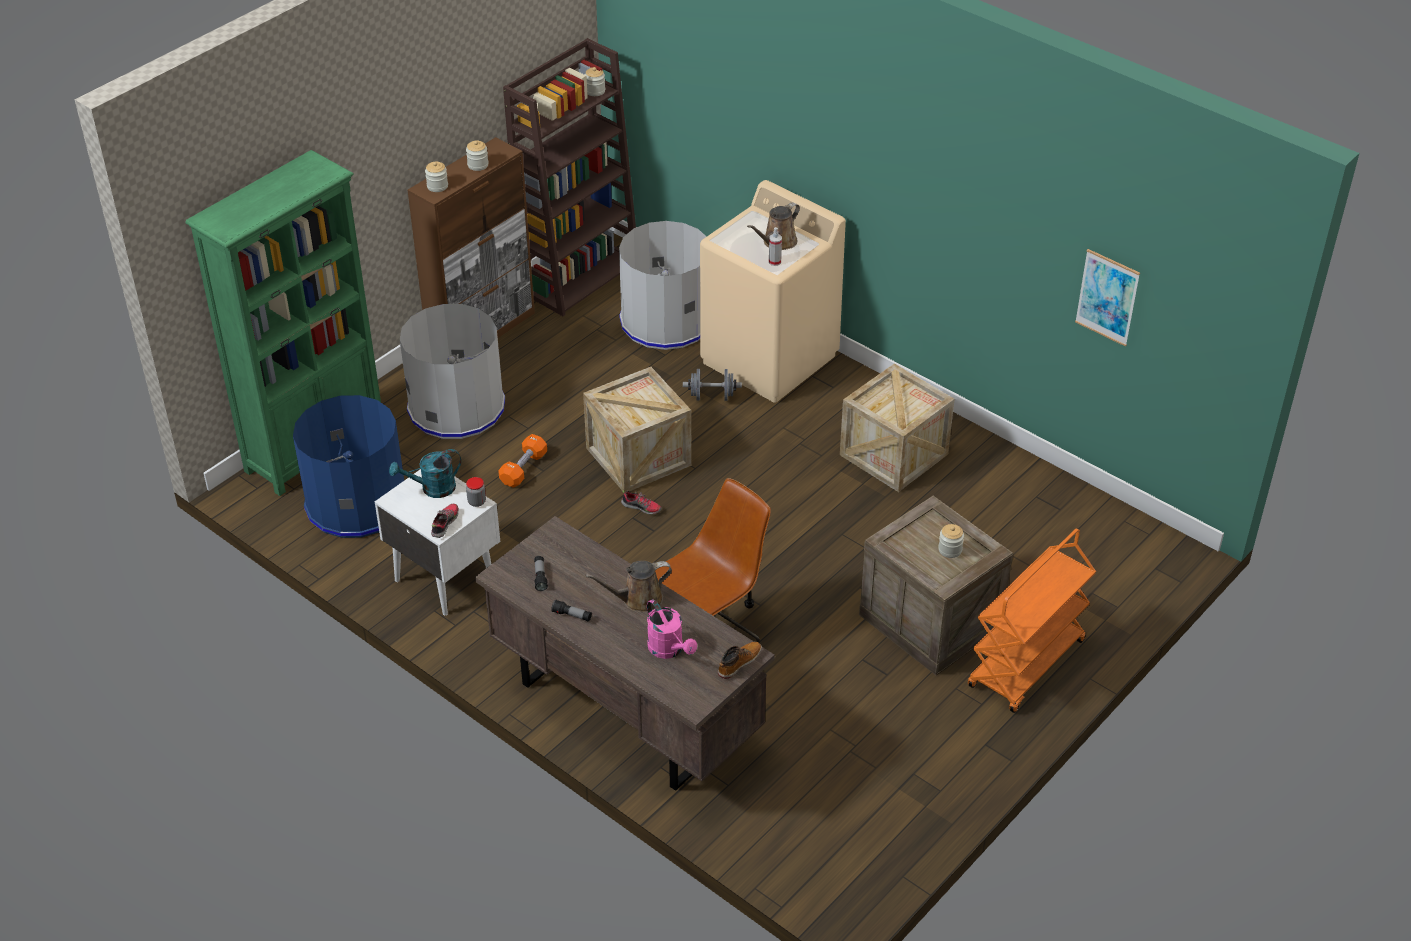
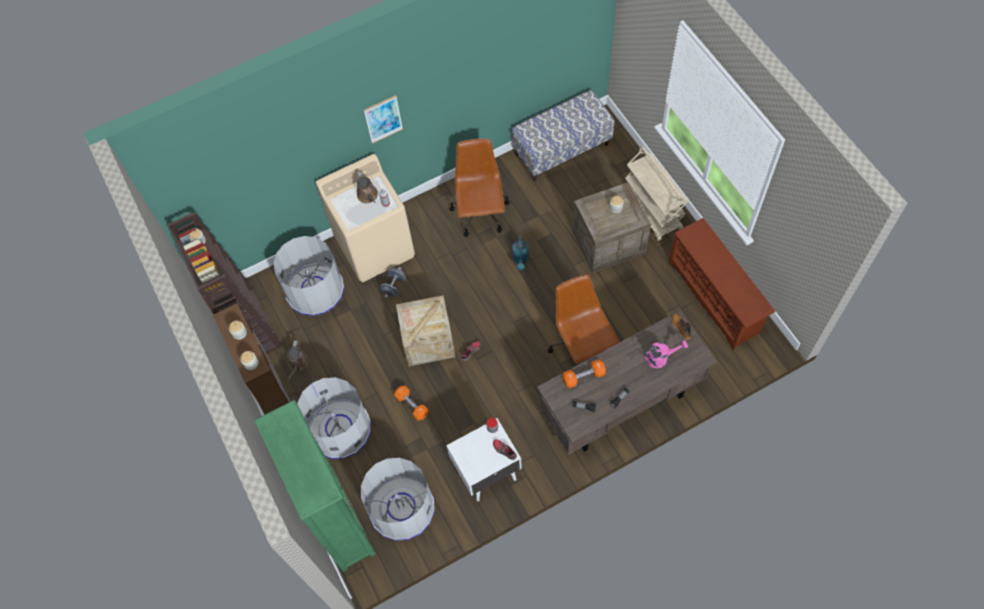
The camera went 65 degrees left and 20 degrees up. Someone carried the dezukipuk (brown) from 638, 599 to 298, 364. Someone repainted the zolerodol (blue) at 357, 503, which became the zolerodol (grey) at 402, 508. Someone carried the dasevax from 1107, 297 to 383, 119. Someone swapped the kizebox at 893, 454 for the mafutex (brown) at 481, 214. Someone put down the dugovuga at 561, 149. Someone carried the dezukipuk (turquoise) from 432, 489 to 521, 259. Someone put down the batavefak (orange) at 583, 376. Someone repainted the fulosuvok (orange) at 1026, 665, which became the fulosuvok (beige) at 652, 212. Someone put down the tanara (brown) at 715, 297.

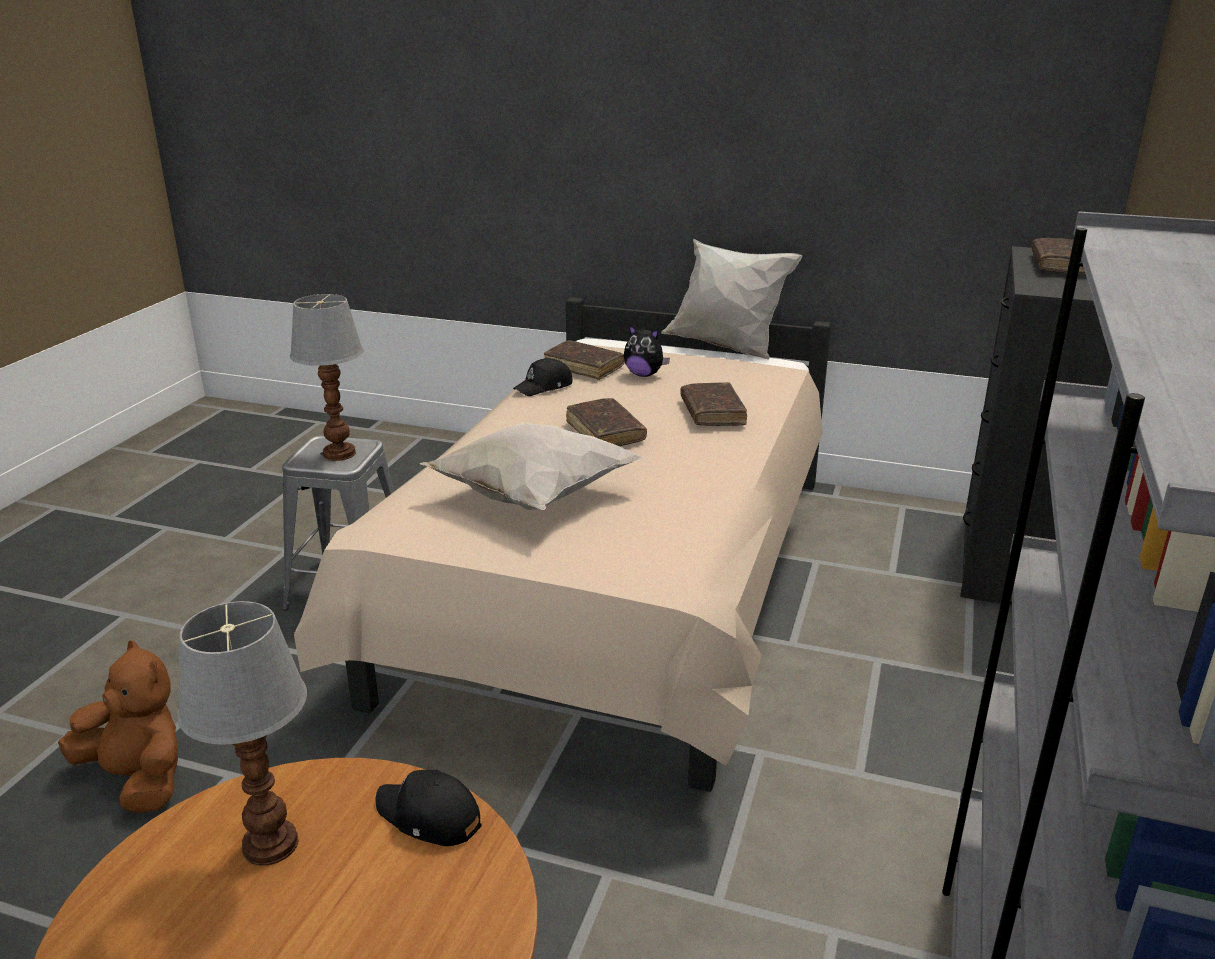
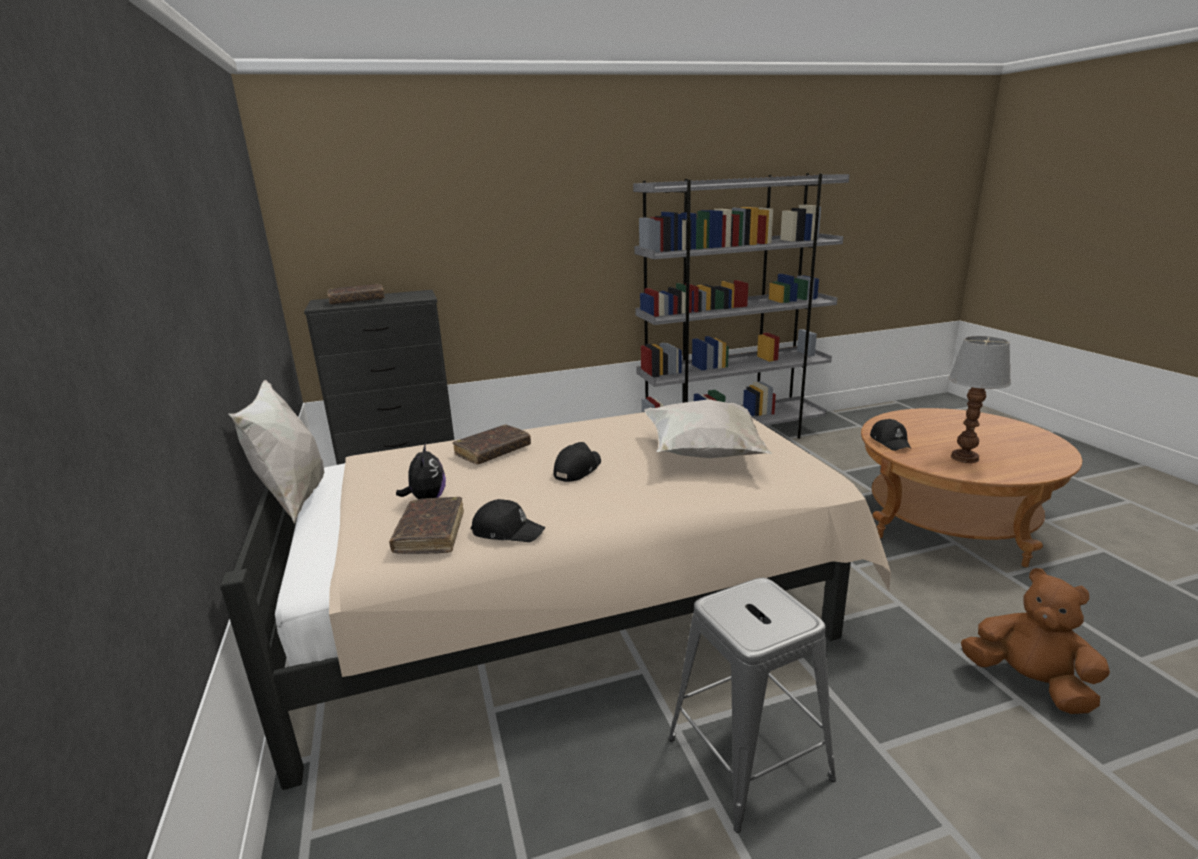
The camera went 125 degrees left and 5 degrees down. Someone swapped the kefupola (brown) at 605, 432 for the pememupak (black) at 577, 469. Someone rotated the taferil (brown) at 139, 779 by 135 degrees clockwise. Someone took away the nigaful at 340, 453.

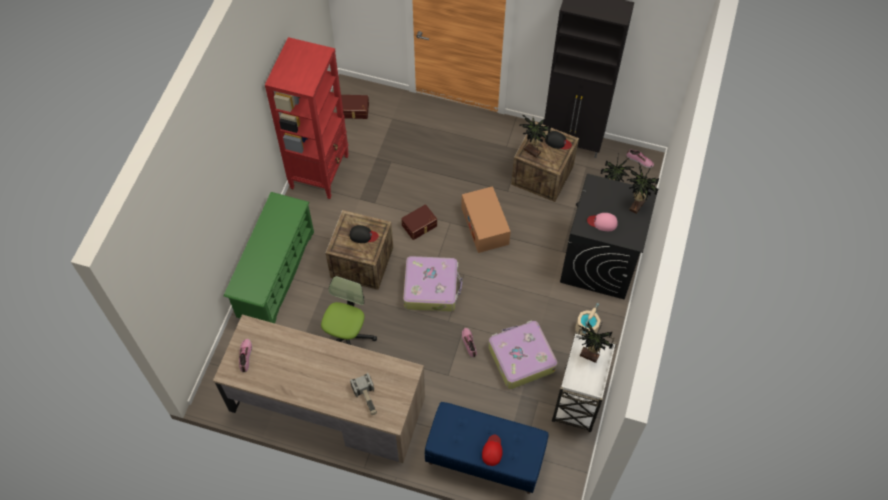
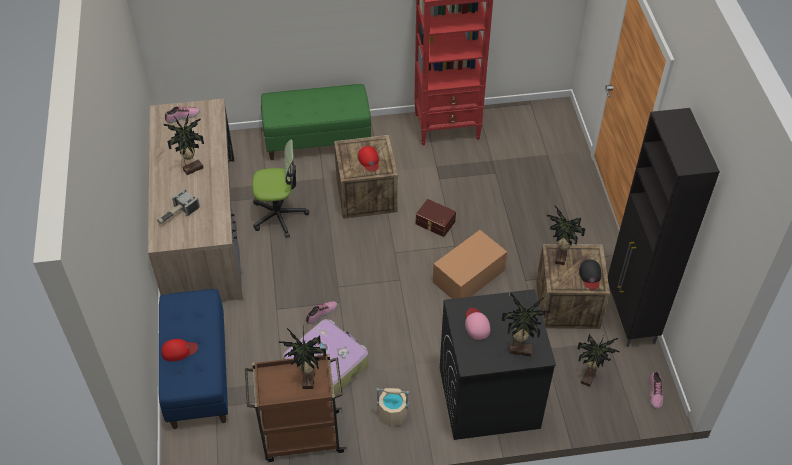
The camera went 65 degrees right and 10 degrees down. Someone put down the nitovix at 192, 168. Someone repainted the fulosuvok (white) at 578, 401, which became the fulosuvok (brown) at 301, 436. Someone swapped the tanara (green) at 275, 274 for the dugovuga (green) at 318, 139. Someone repainted the pememupak (black) at 363, 235, which became the pememupak (red) at 369, 160. Someone took away the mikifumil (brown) at 354, 111. Someone took away the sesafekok at 431, 287.

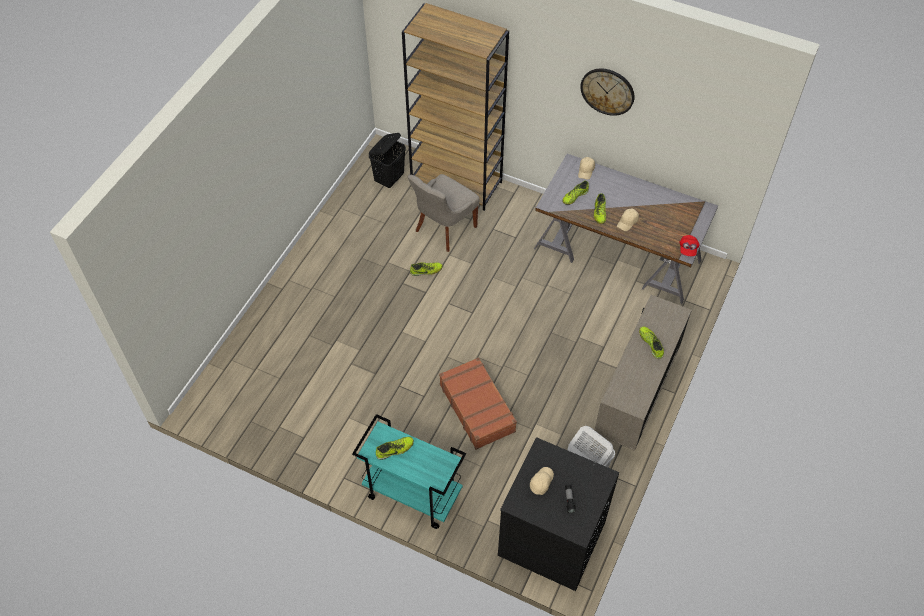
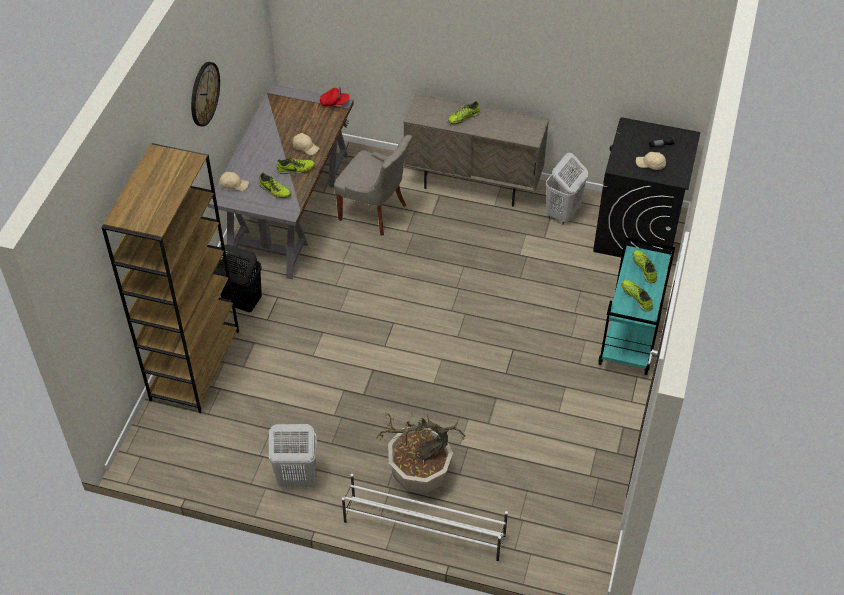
The camera went 100 degrees left and 5 degrees down. Someone carried the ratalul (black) from 389, 179 to 242, 302. Someone put down the ratalul (white) at 296, 478. Someone carried the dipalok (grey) from 444, 229 to 374, 212. Someone put down the tanara (white) at 423, 529. Someone put down the nitovix at 419, 476. Someone carried the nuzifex from 426, 271 to 644, 268. Someone took away the sesafekok (brown) at 477, 407.

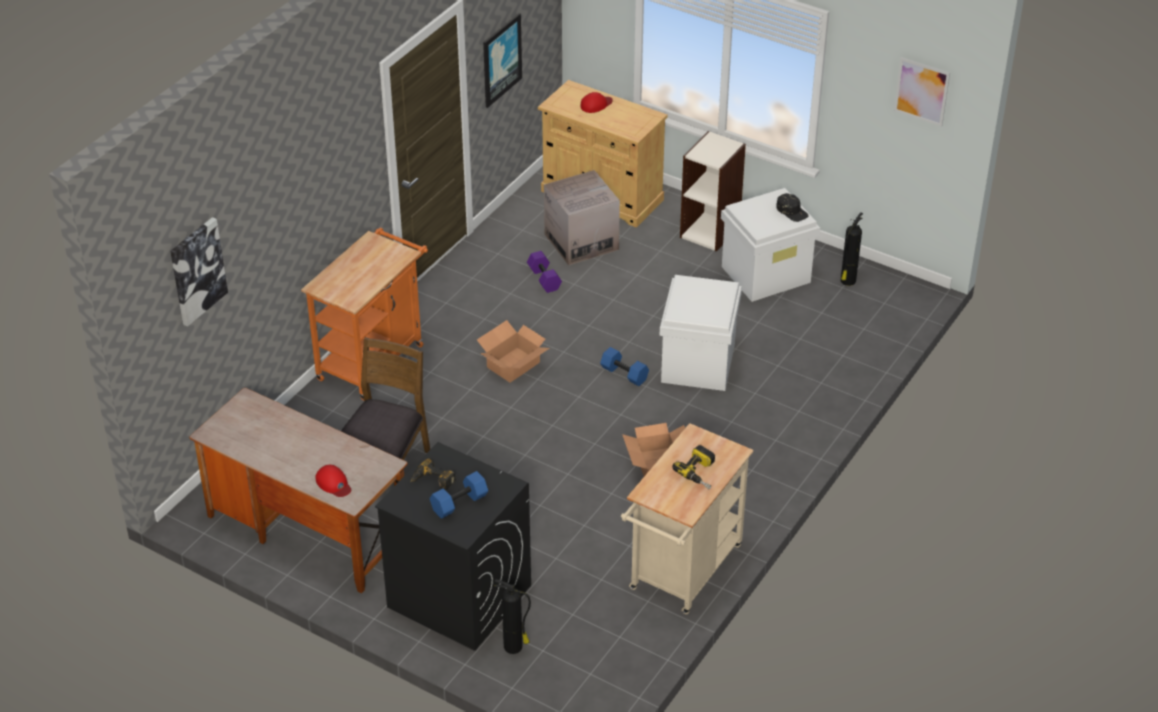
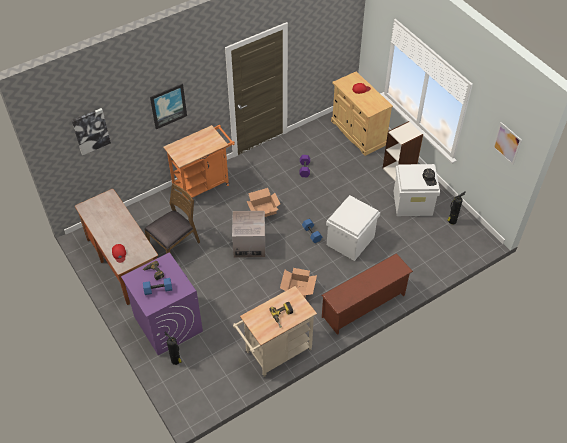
The camera went 25 degrees right and 10 degrees up. Someone repainted the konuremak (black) at 458, 596, which became the konuremak (purple) at 167, 323. Someone carried the dasevax from 501, 59 to 168, 106. Someone carried the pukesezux from 581, 242 to 249, 244. Someone put down the tanara (brown) at 364, 306.

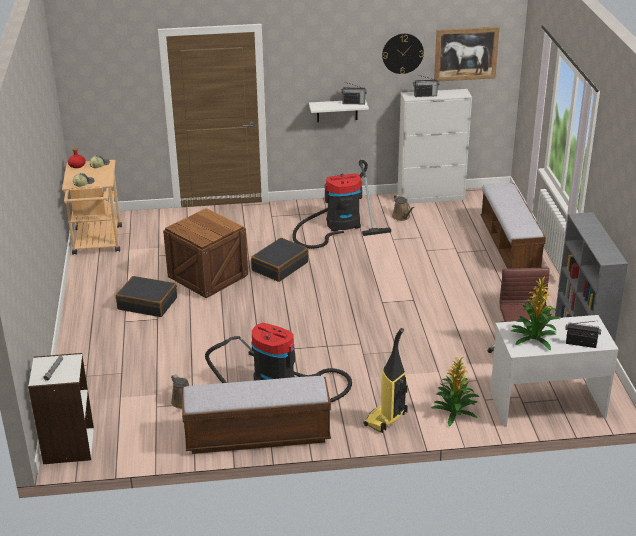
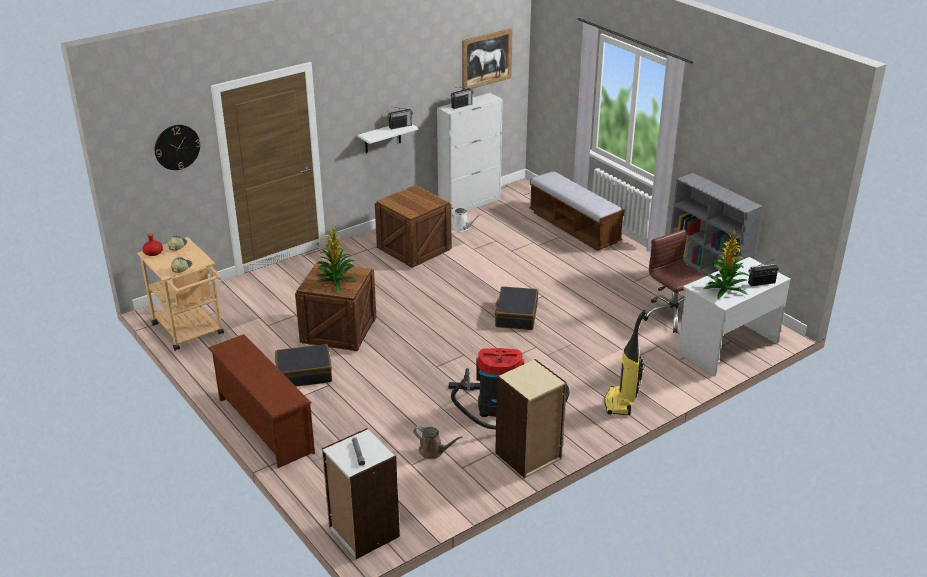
The camera went 30 degrees left and 0 degrees up. Someone carried the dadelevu from 402, 53 to 177, 147. Someone put down the tanara (brown) at 263, 425. Someone carried the nitovix from 455, 412 to 336, 281. Someone swapped the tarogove at 339, 225 for the kizebox at 414, 249. Someone repainted the dezukipuk (brown) at 402, 217, which became the dezukipuk (white) at 462, 227. Someone carried the sesafekok (black) from 279, 266 to 516, 315. Someone swapped the dugovuga at 257, 435 for the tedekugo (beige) at 528, 456.

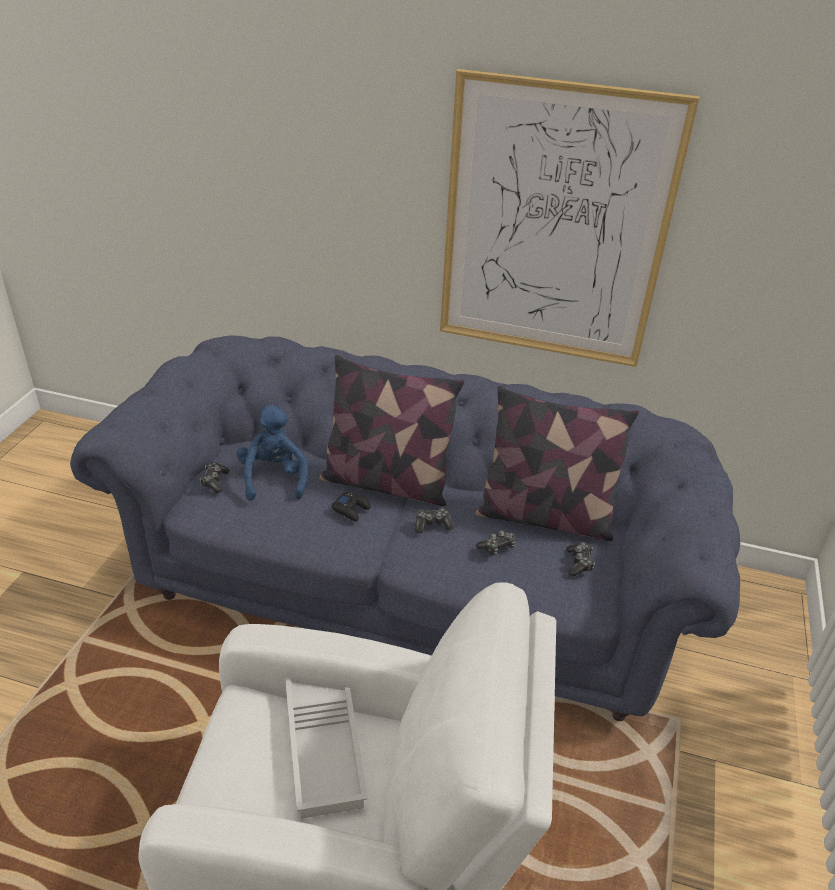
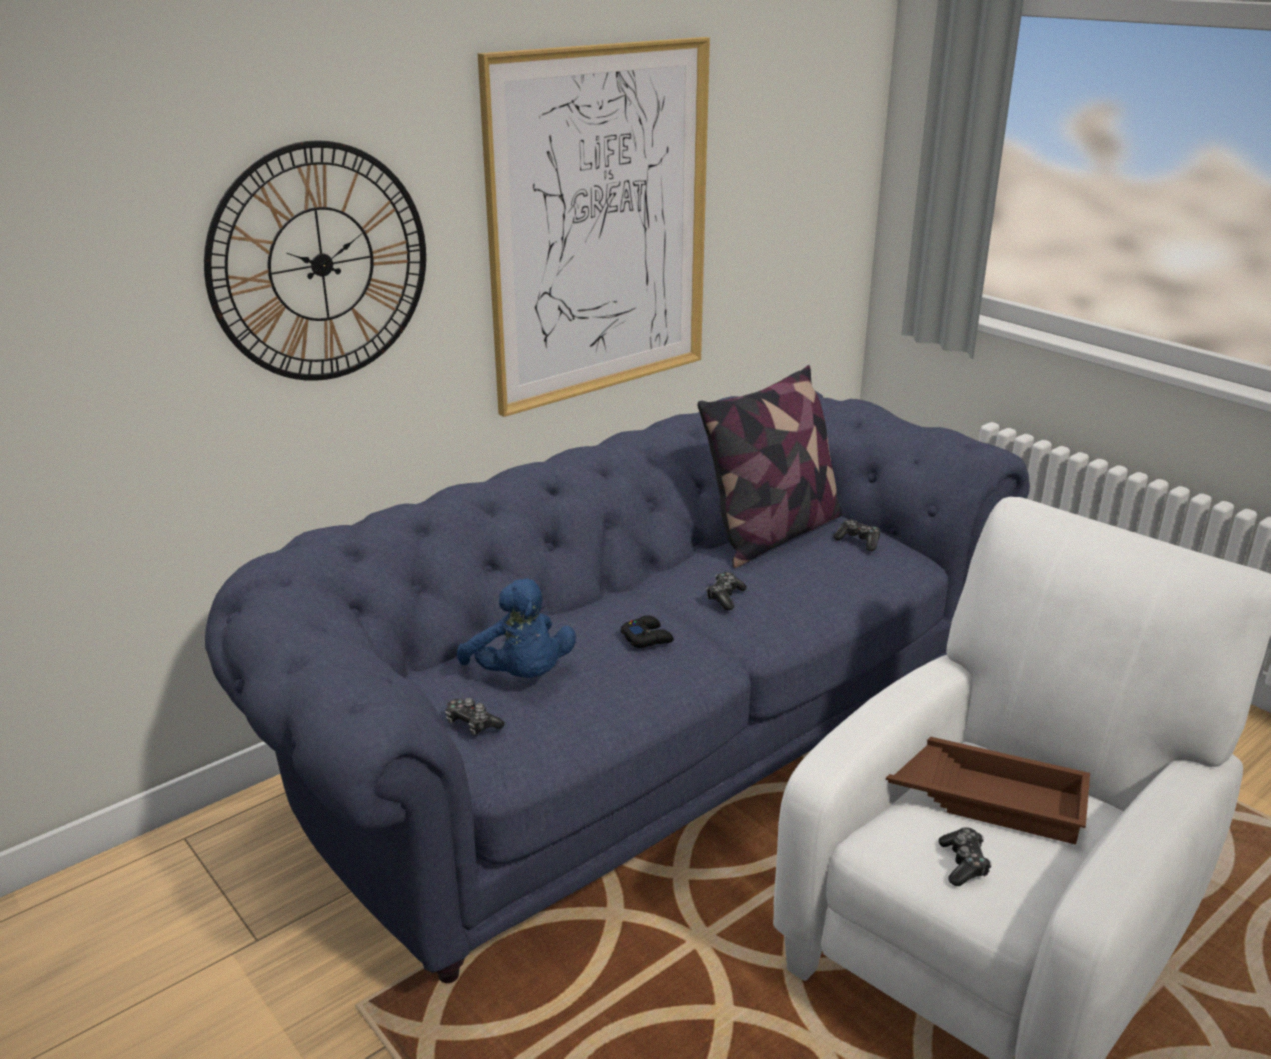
The camera went 55 degrees left and 10 degrees down. Someone put up the dadelevu at 321, 264. Someone rotated the taferil (blue) at 274, 478 by 150 degrees counterclockwise. Someone repainted the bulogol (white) at 326, 743, which became the bulogol (brown) at 980, 794. Someone carried the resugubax from 497, 547 to 963, 864. Someone took away the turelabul at 386, 482.

